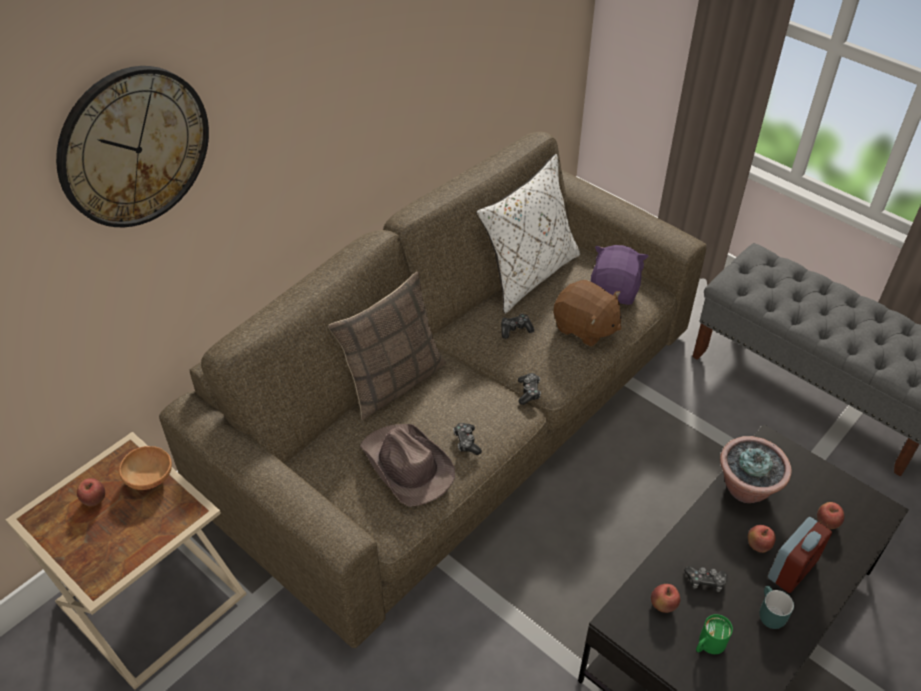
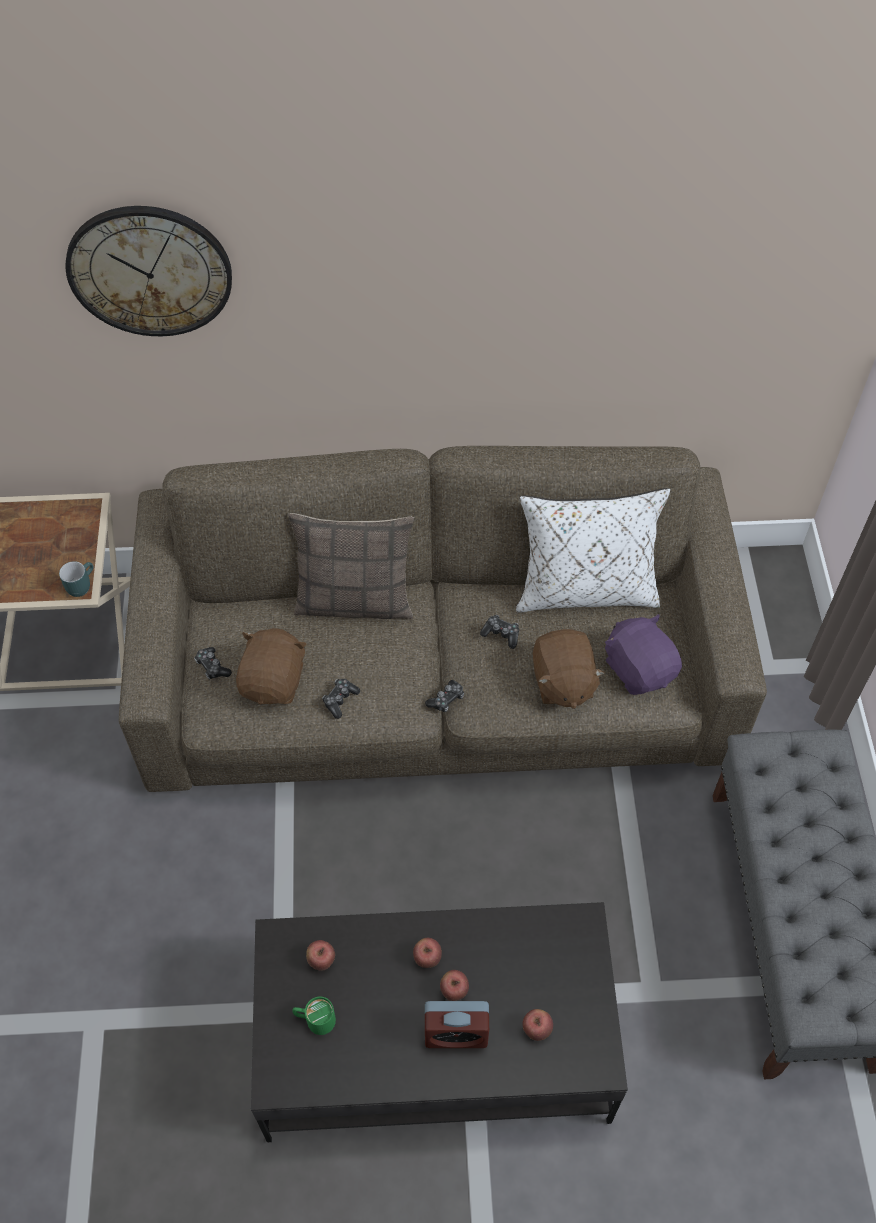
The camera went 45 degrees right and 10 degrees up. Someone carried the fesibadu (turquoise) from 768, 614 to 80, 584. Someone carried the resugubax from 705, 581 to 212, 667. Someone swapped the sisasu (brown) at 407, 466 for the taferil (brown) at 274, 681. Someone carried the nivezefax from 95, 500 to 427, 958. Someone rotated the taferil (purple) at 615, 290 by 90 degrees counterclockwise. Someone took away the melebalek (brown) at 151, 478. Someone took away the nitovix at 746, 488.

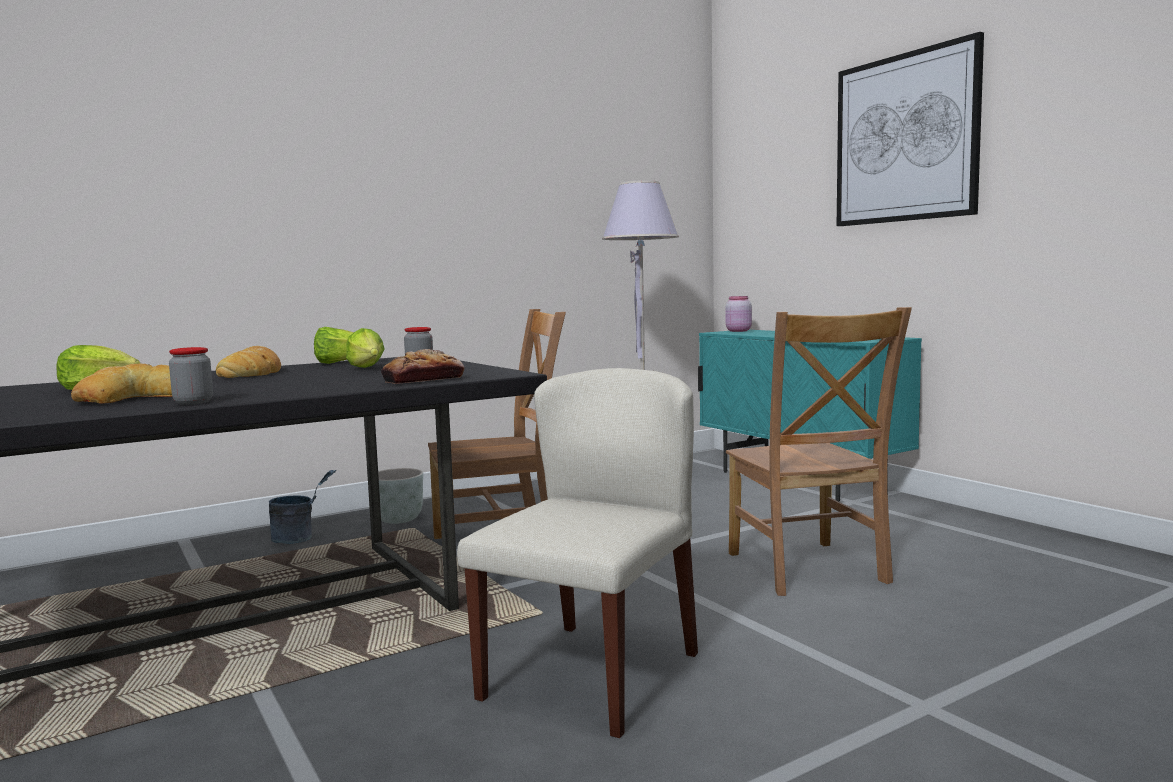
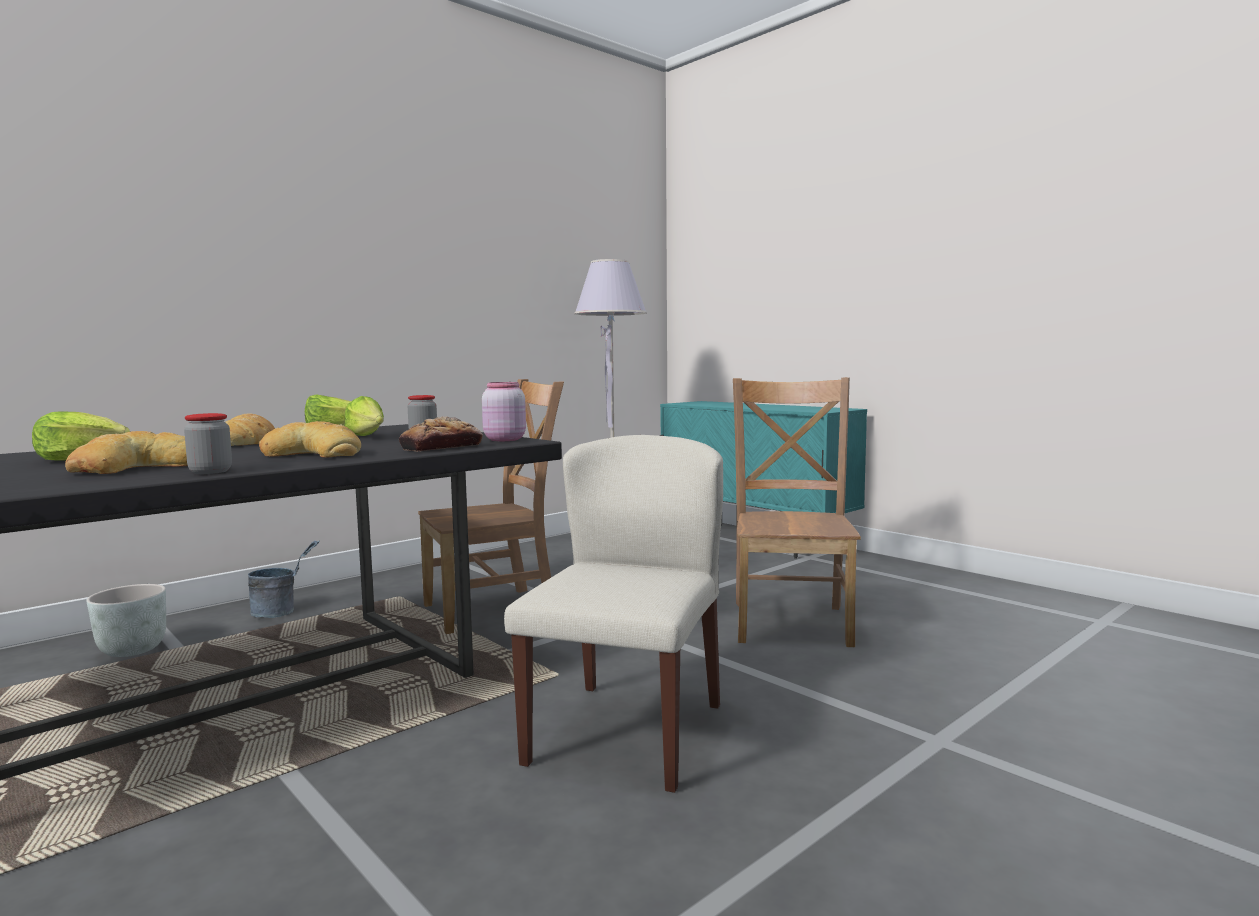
The camera went 10 degrees left and 0 degrees up. Someone carried the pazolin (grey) from 399, 520 to 133, 650. Someone put down the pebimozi at 314, 454. Someone carried the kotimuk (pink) from 737, 331 to 504, 439. Someone rotated the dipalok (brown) at 808, 570 by 150 degrees counterclockwise. Someone took away the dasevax at 905, 138.

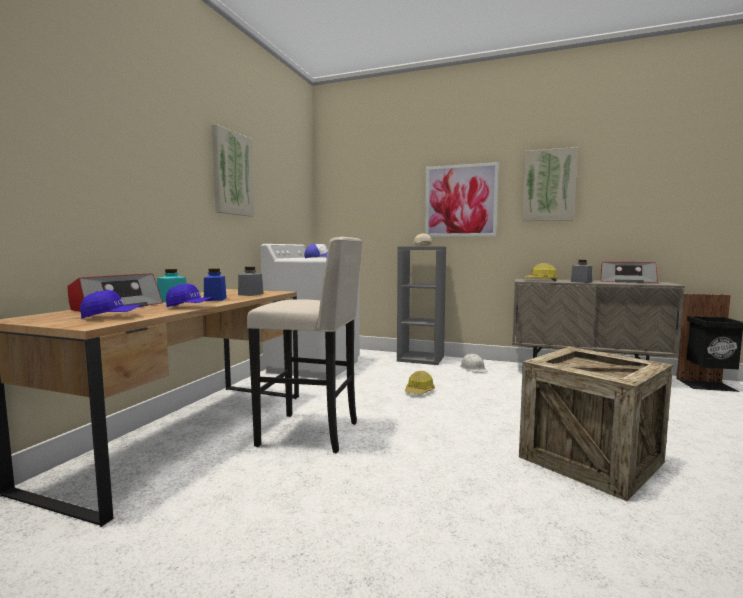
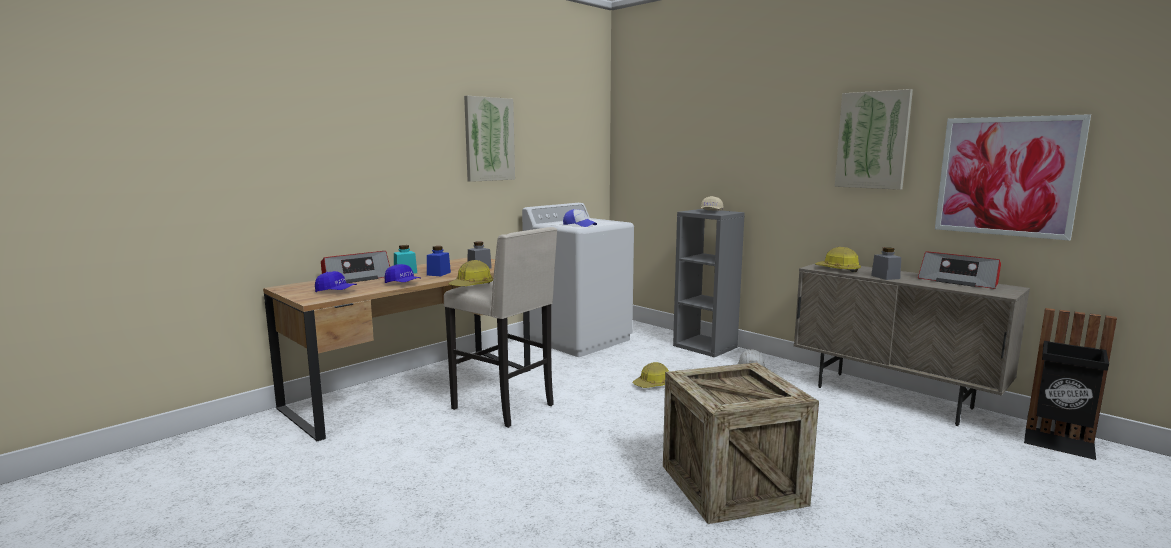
The camera went 25 degrees right and 5 degrees up. Someone put down the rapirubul at 472, 286. Someone carried the dasevax from 460, 201 to 1006, 176.

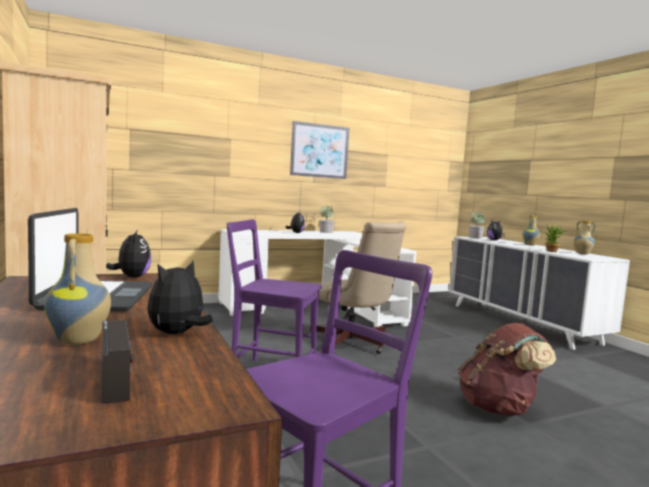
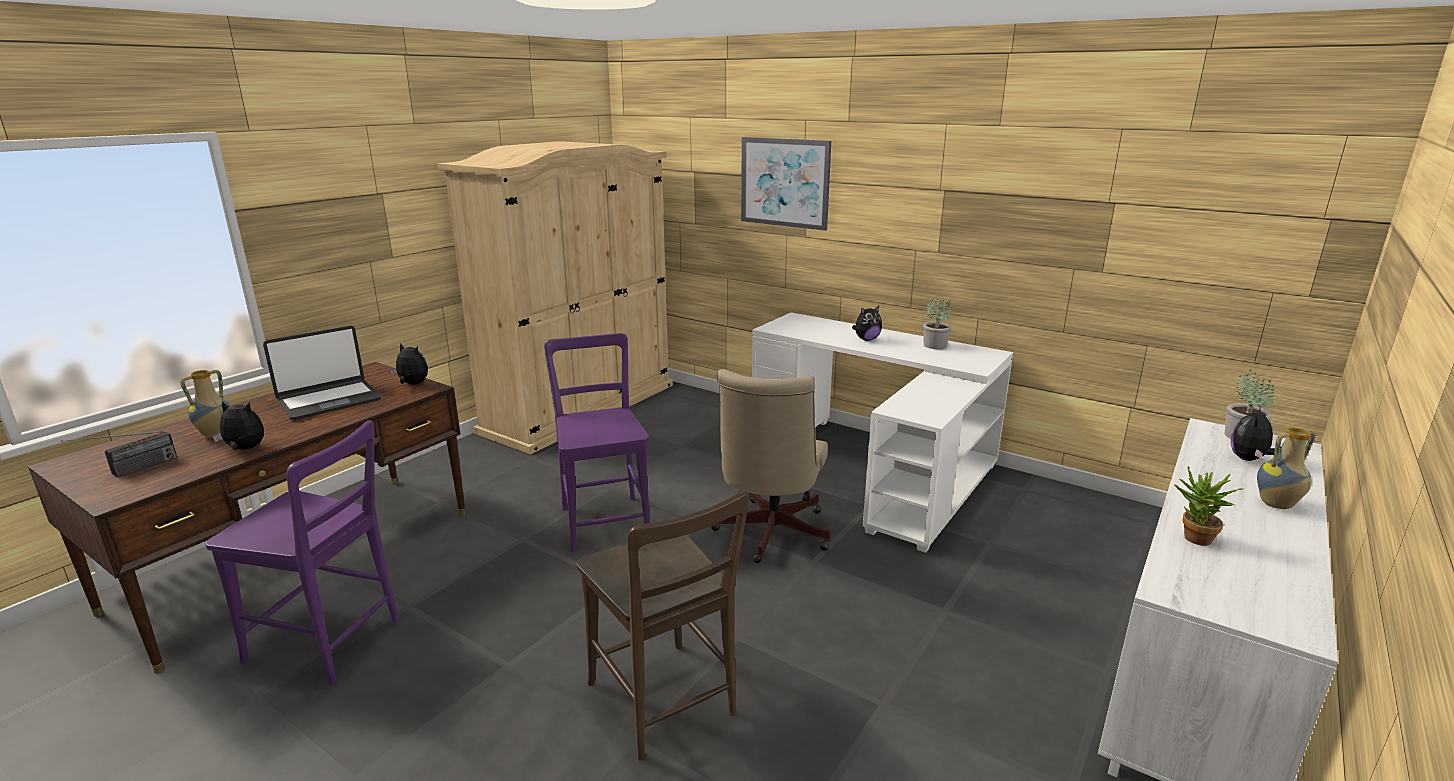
The camera went 60 degrees right and 15 degrees up. Someone rotated the taferil at 132, 277 by 105 degrees counterclockwise. Someone swapped the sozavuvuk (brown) at 499, 408 for the dipalok (brown) at 664, 704. Someone carried the dasevax from 319, 151 to 784, 182. Someone took away the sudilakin at 582, 253.

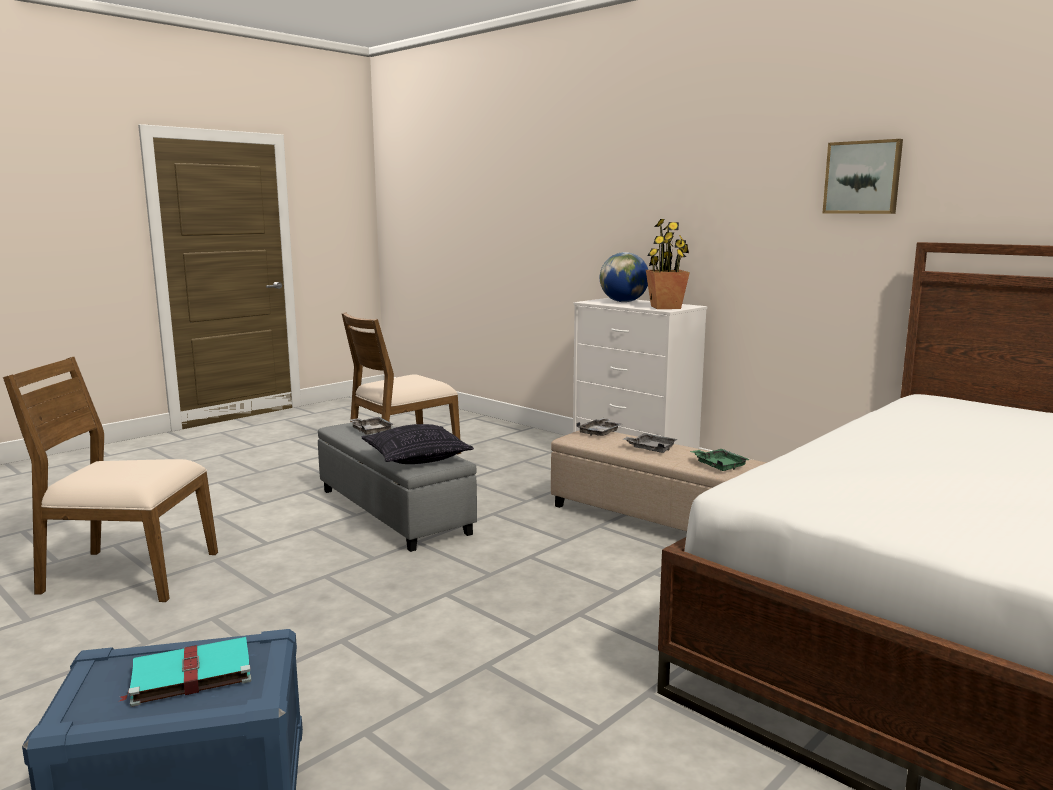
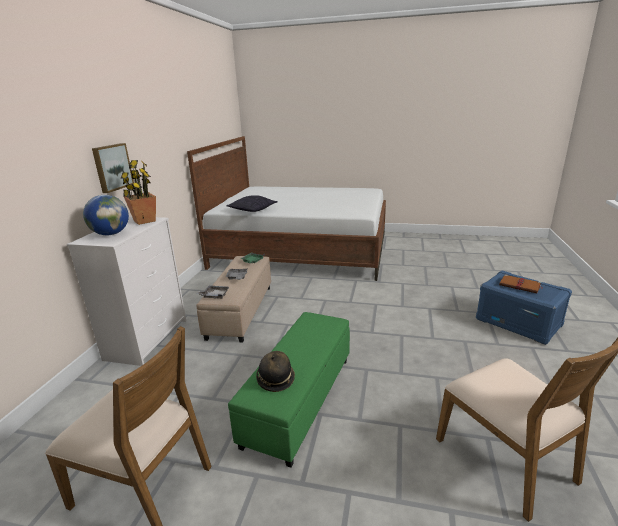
The camera went 120 degrees left and 10 degrees up. Someone carried the dasevax from 863, 177 to 112, 167. Someone carried the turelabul from 416, 458 to 252, 210. Someone repainted the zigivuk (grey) at 392, 511, which became the zigivuk (green) at 300, 399. Someone swapped the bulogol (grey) at 371, 431 for the sisasu at 275, 379. Someone repainted the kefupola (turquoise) at 189, 674, which became the kefupola (brown) at 520, 285.

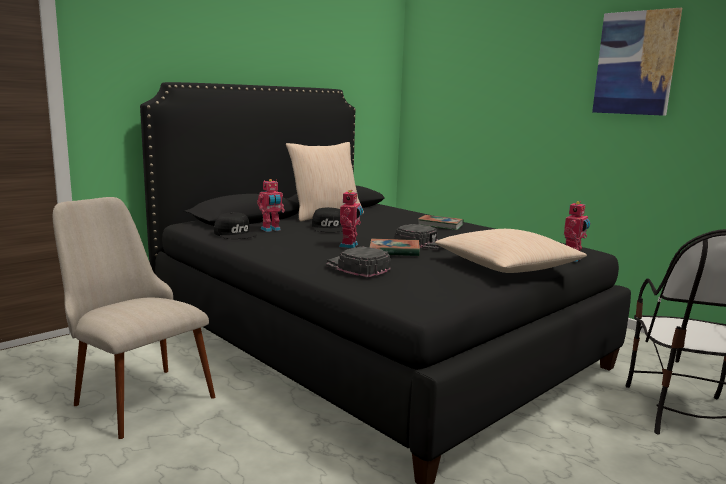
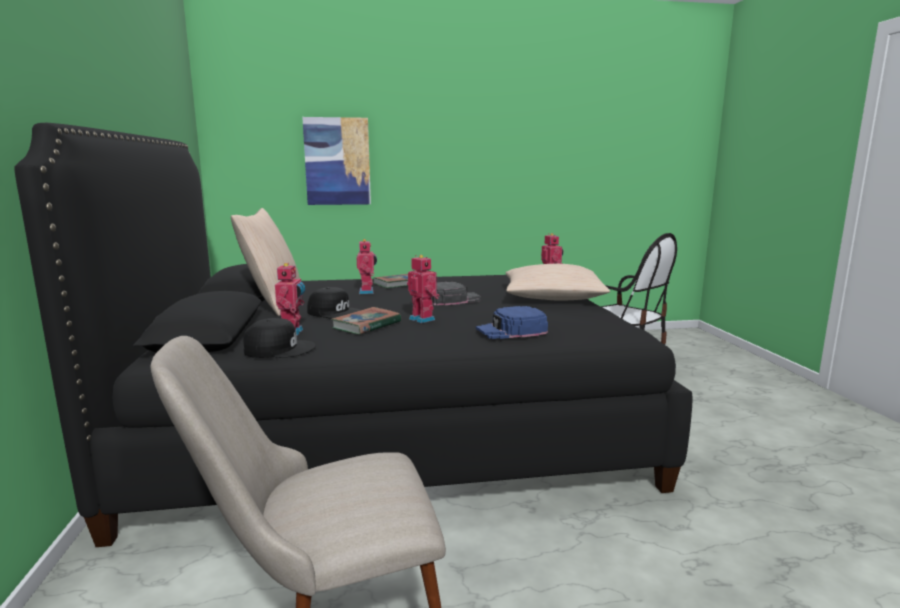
The camera went 55 degrees left and 0 degrees up. Someone carried the dasevax from 635, 63 to 337, 161. Someone carried the kefupola from 394, 251 to 367, 325. Someone put down the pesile at 367, 292. Someone repainted the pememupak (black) at 357, 267, which became the pememupak (blue) at 511, 330.

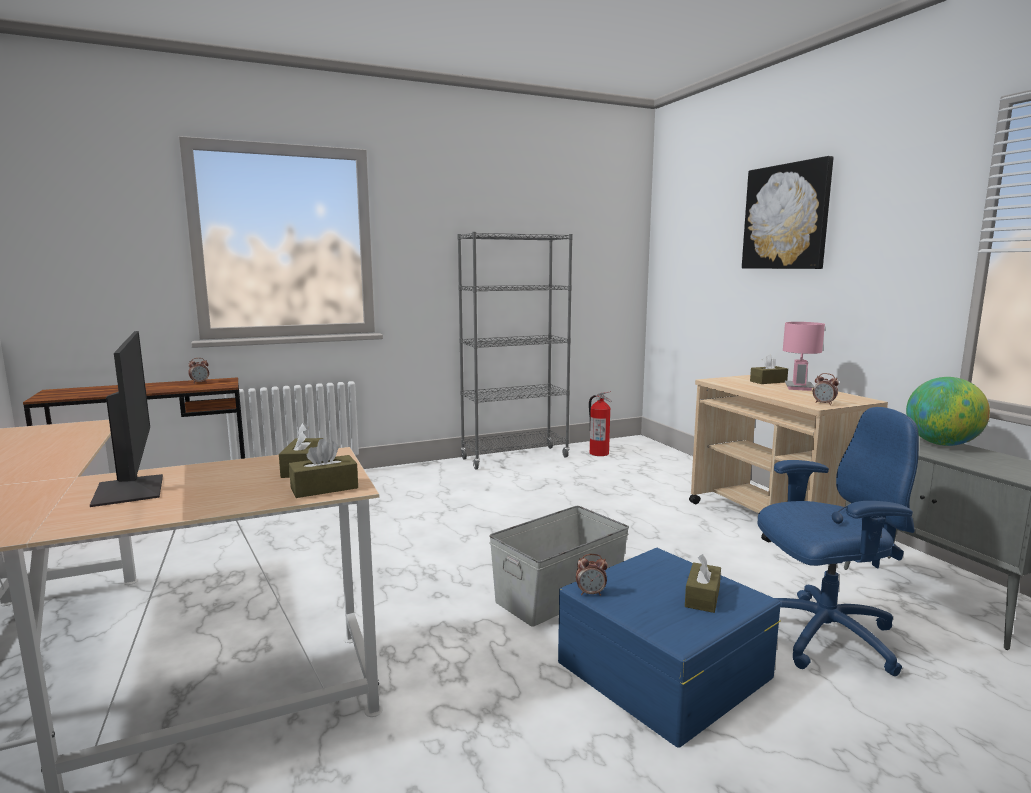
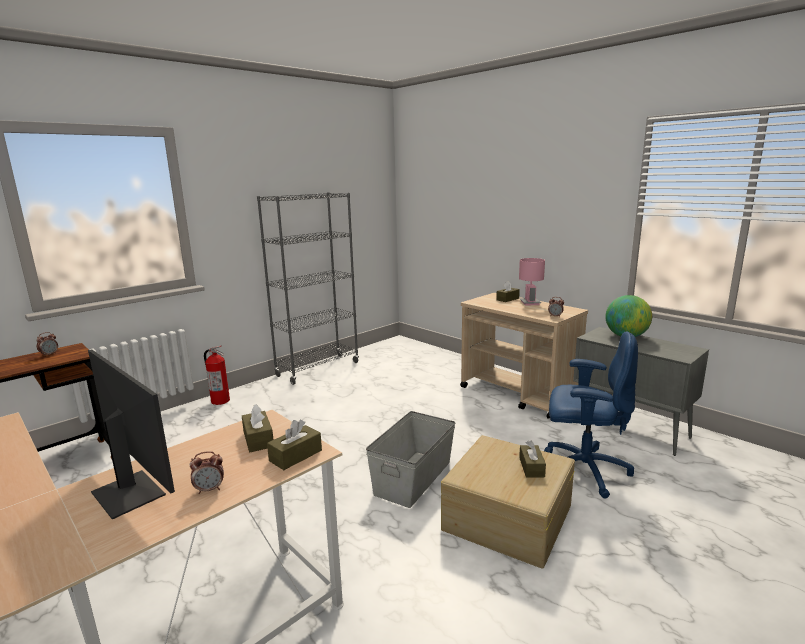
The camera went 20 degrees left and 5 degrees up. Someone carried the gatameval from 591, 593 to 210, 489. Someone carried the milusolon from 599, 453 to 220, 401. Someone repainted the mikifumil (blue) at 662, 669, which became the mikifumil (beige) at 507, 517. Someone rotated the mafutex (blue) at 822, 636 by 45 degrees clockwise. Someone took away the dasevax at 786, 217.

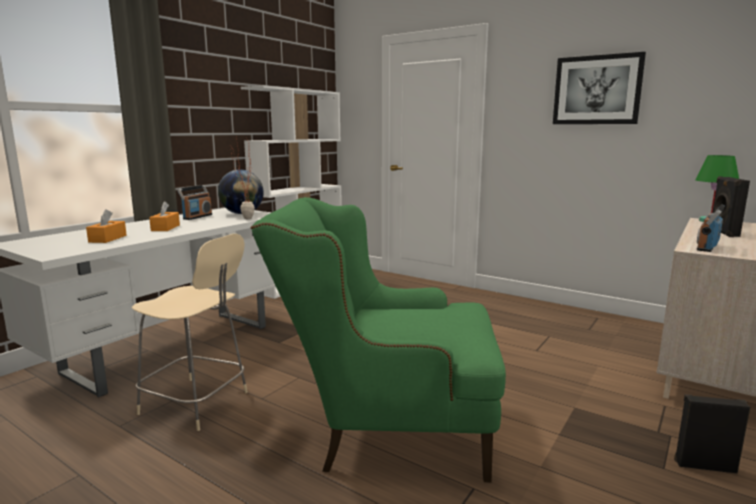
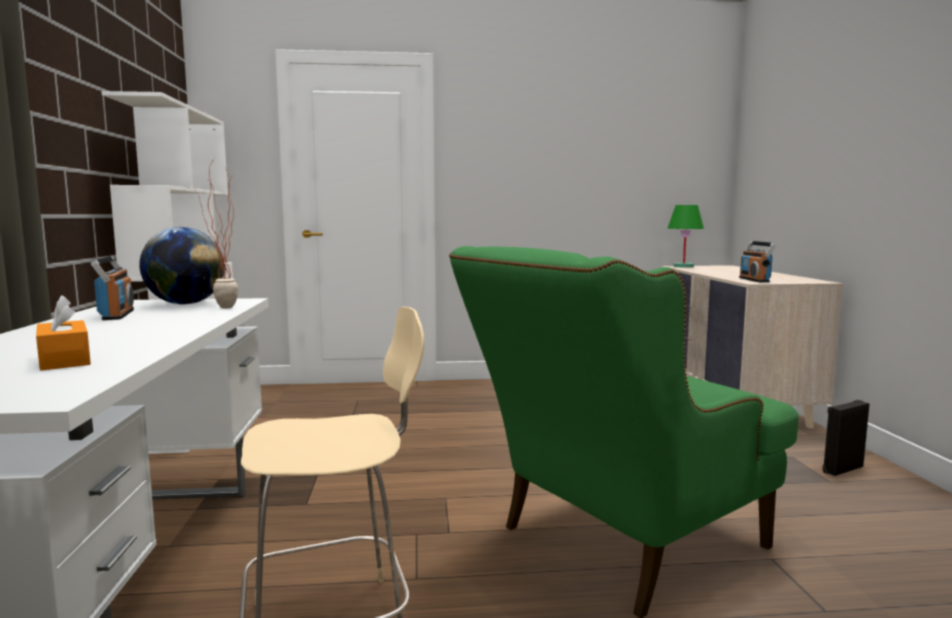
The camera went 40 degrees left and 5 degrees down. Someone took away the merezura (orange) at 165, 228. Someone took away the dasevax at 597, 90. Someone took away the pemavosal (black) at 722, 233.

